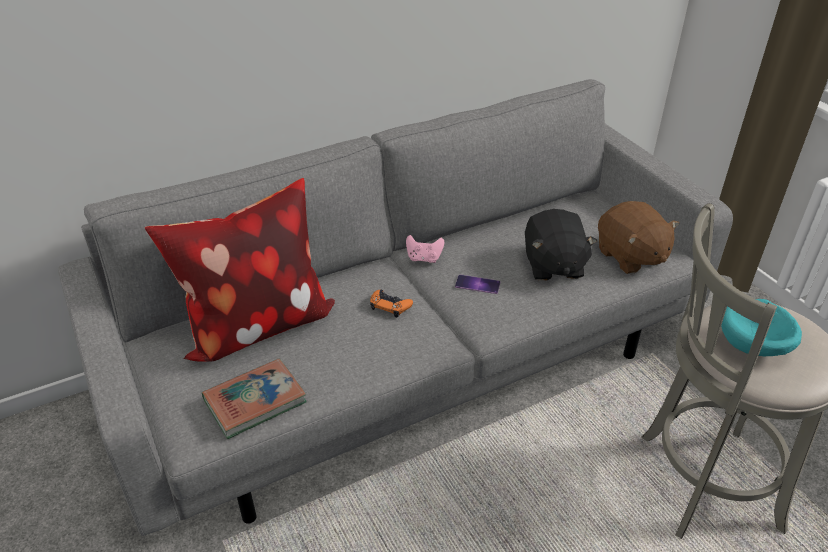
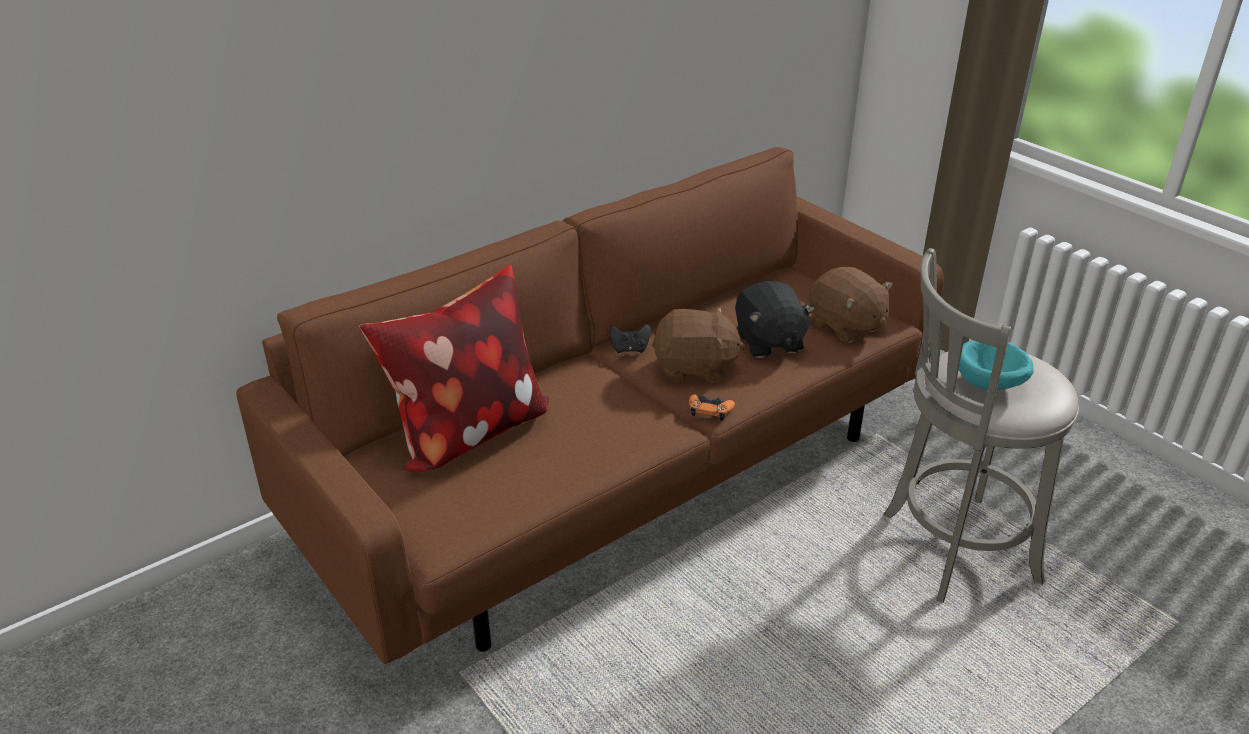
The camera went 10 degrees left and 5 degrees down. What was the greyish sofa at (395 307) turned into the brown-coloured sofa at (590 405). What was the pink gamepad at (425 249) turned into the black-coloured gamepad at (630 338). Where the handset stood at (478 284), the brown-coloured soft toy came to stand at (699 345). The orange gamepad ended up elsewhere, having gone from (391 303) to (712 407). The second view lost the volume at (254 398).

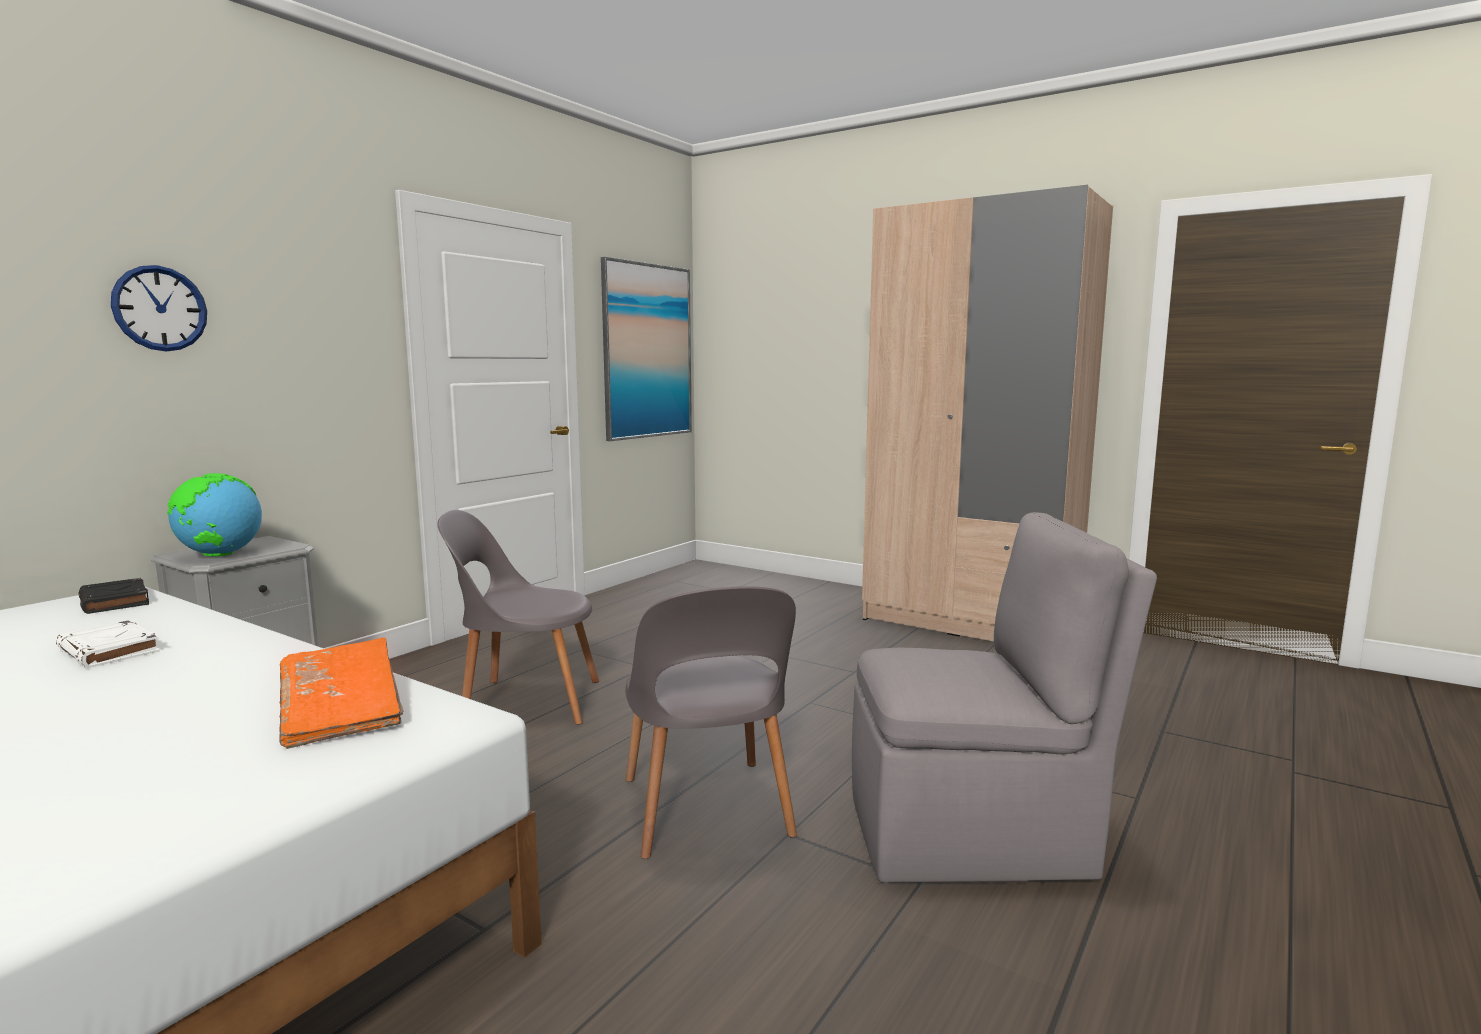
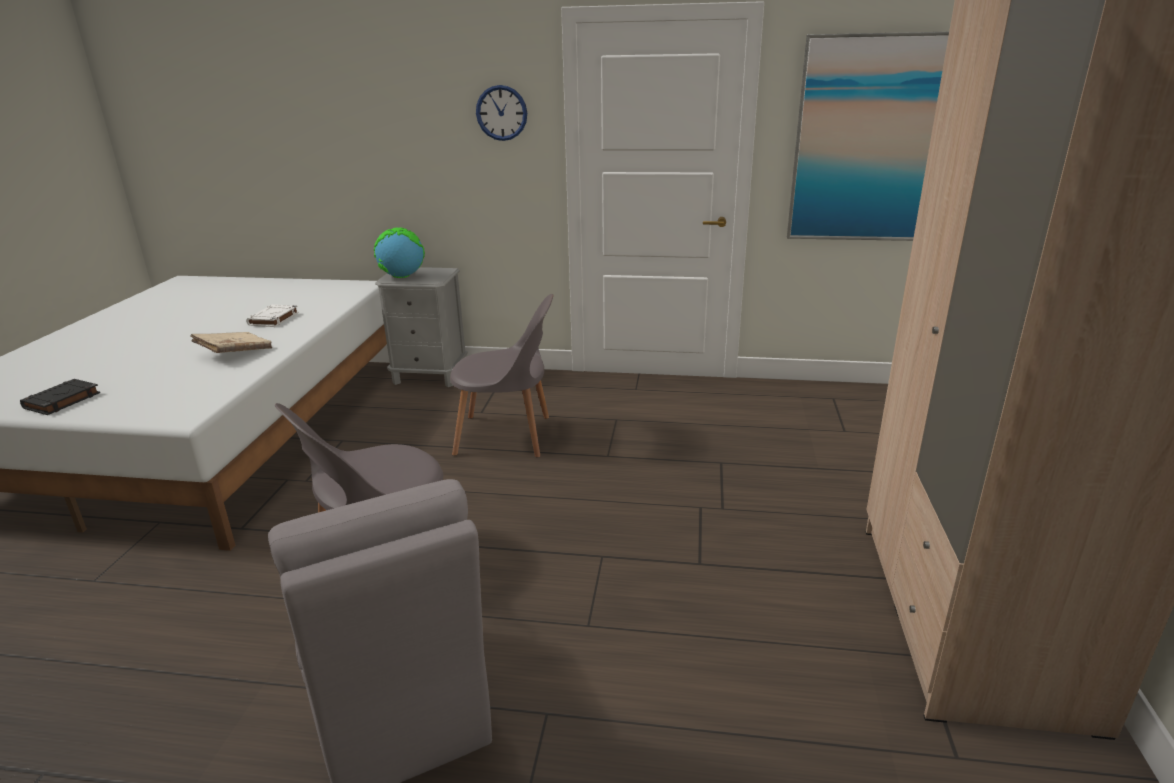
The camera went 65 degrees right and 15 degrees up. The black-coloured volume ended up elsewhere, having gone from (114 596) to (60 397). The second view gained the beige volume at (231 342). The greyish upright chair at (518 617) ended up facing another way, 120 degrees clockwise from before. The clock on the wall ended up elsewhere, having gone from (159 308) to (501 113). The second view lost the orange volume at (341 693).

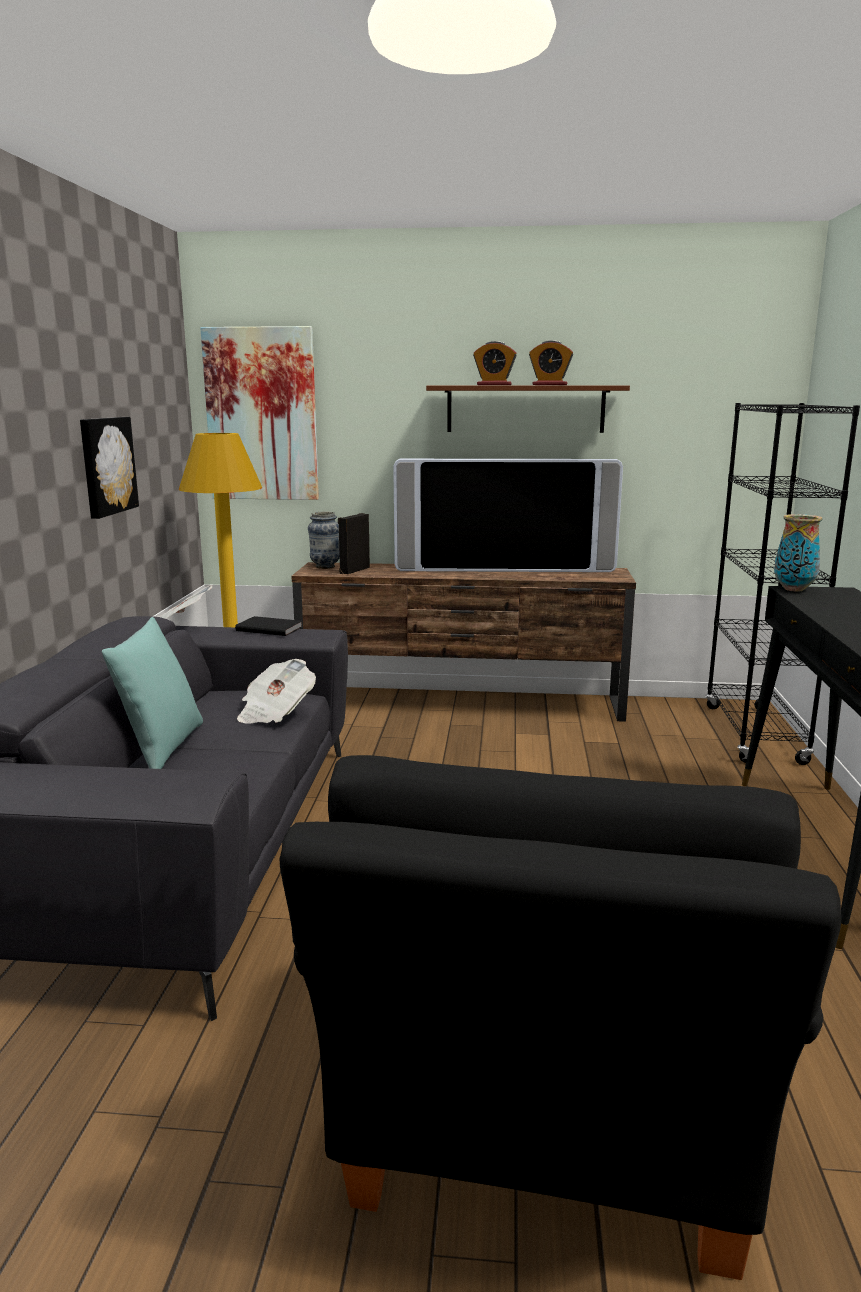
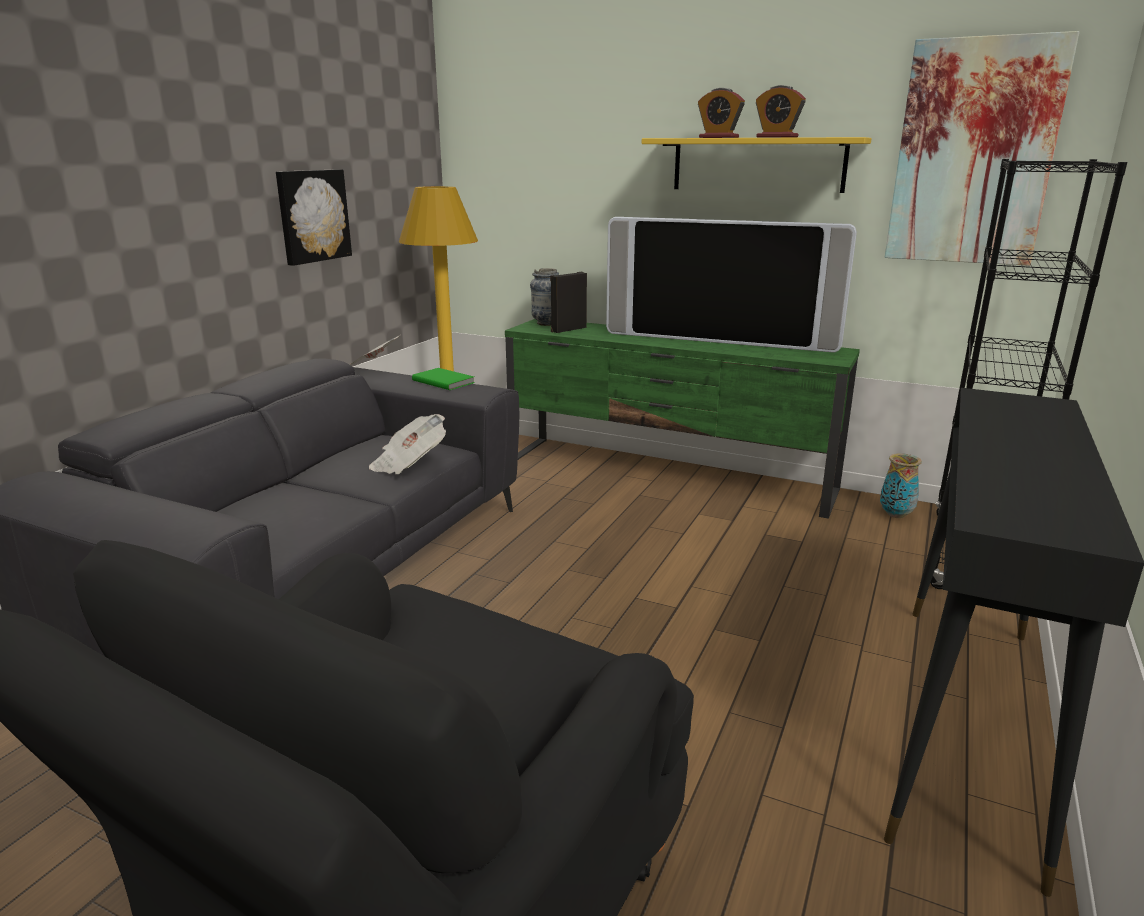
The camera went 20 degrees right and 5 degrees up. What was the black-coloured volume at (268 626) turned into the green volume at (443 379). What was the brown-coloured media console at (463 642) turned into the green media console at (682 419). What was the brown-coloured wall shelf at (528 409) turned into the yellowish wall shelf at (757 165). The decorative vase ended up elsewhere, having gone from (798 553) to (901 485). The wall picture ended up elsewhere, having gone from (260 413) to (982 148). The second view lost the turquoise throw pillow at (152 693).

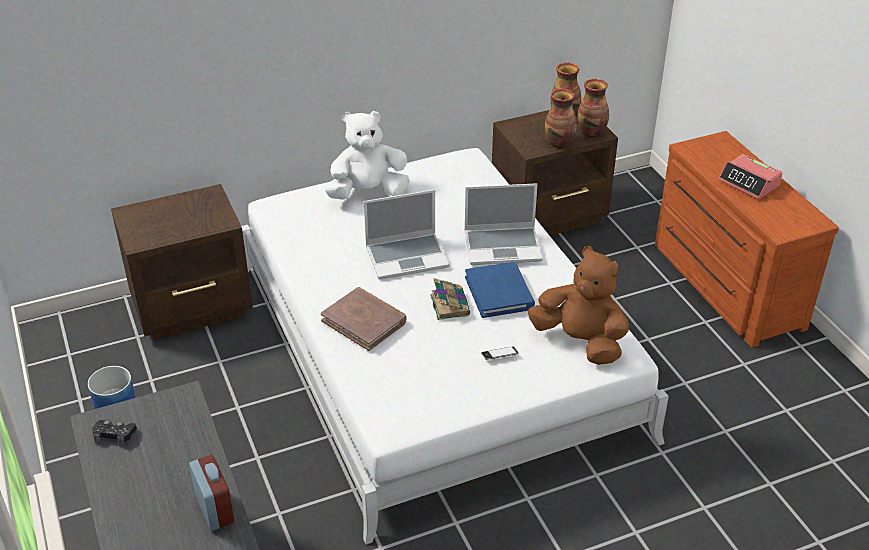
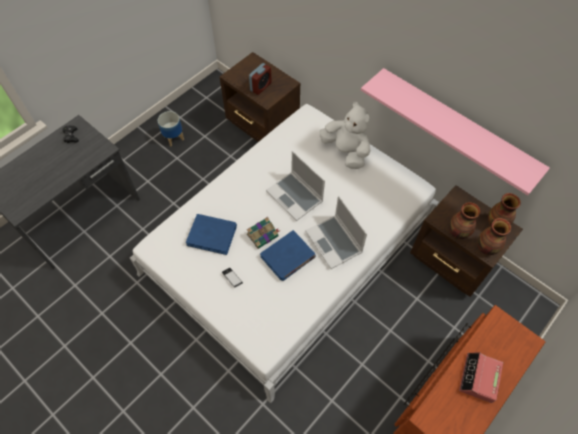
The camera went 65 degrees right and 20 degrees up. The second view gained the blue volume at (211 234). The alarm clock ended up elsewhere, having gone from (211 493) to (260 79). The second view gained the pink wall shelf at (455 132). The second view lost the brown-coloured volume at (364 319). The second view lost the brown-coloured soft toy at (578 305).

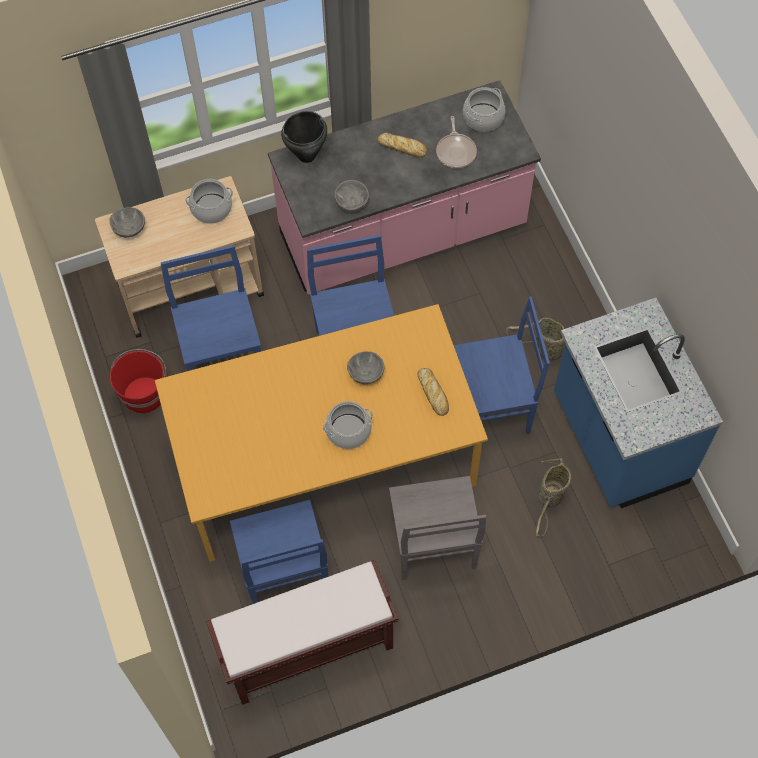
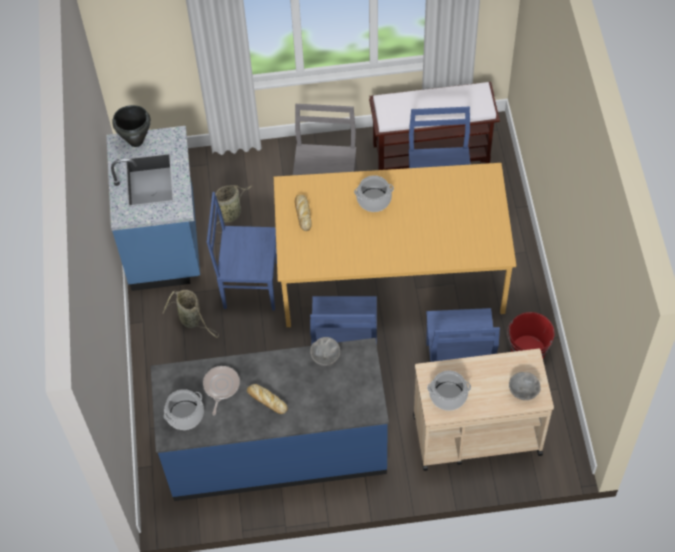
The camera went 165 degrees left and 5 degrees down. The black-coloured cooking pot ended up elsewhere, having gone from (304 137) to (131 126). What was the pink kitchen base unit at (404 187) turned into the blue kitchen base unit at (269 419). The second view lost the greyish bowl at (365 367).

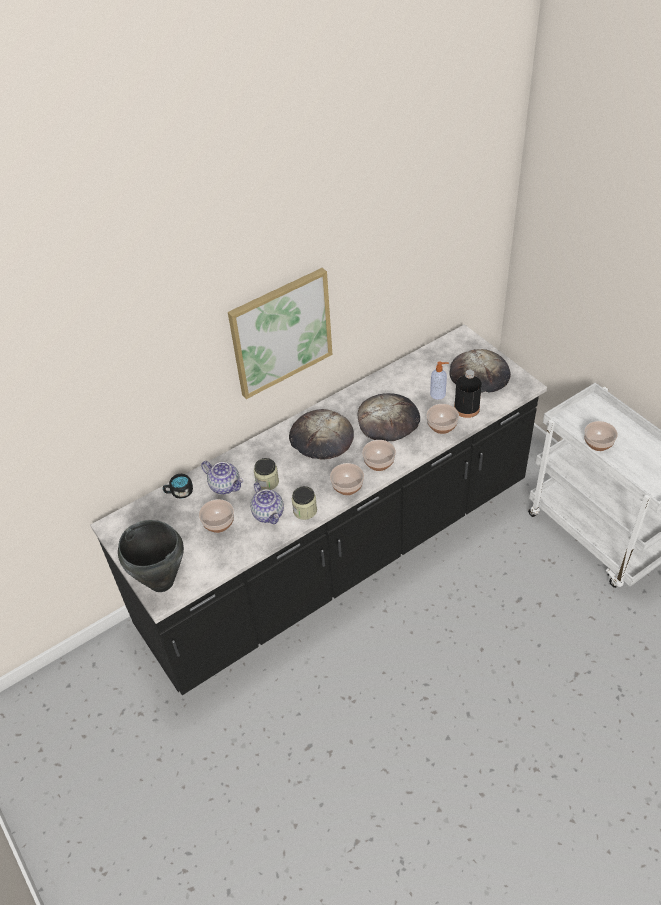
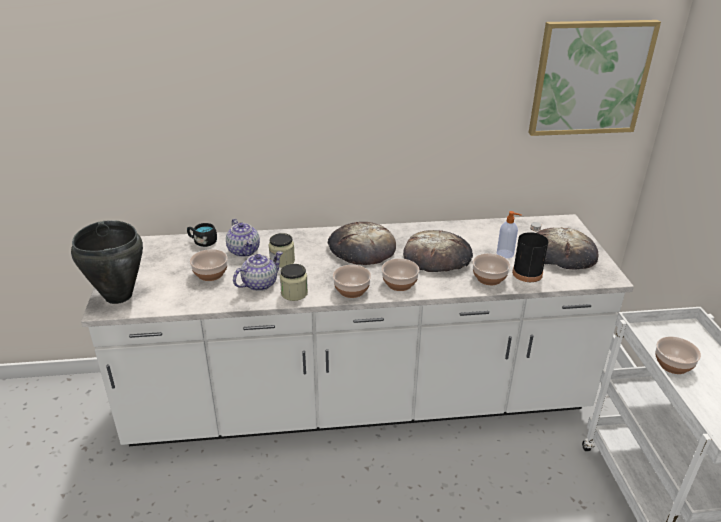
The camera went 25 degrees right and 15 degrees down. What was the black-coloured kitchen base unit at (318 509) turned into the white kitchen base unit at (357 330). The tea pot at (267 503) ended up facing another way, 135 degrees counterclockwise from before. The wall picture ended up elsewhere, having gone from (280 333) to (595 78).

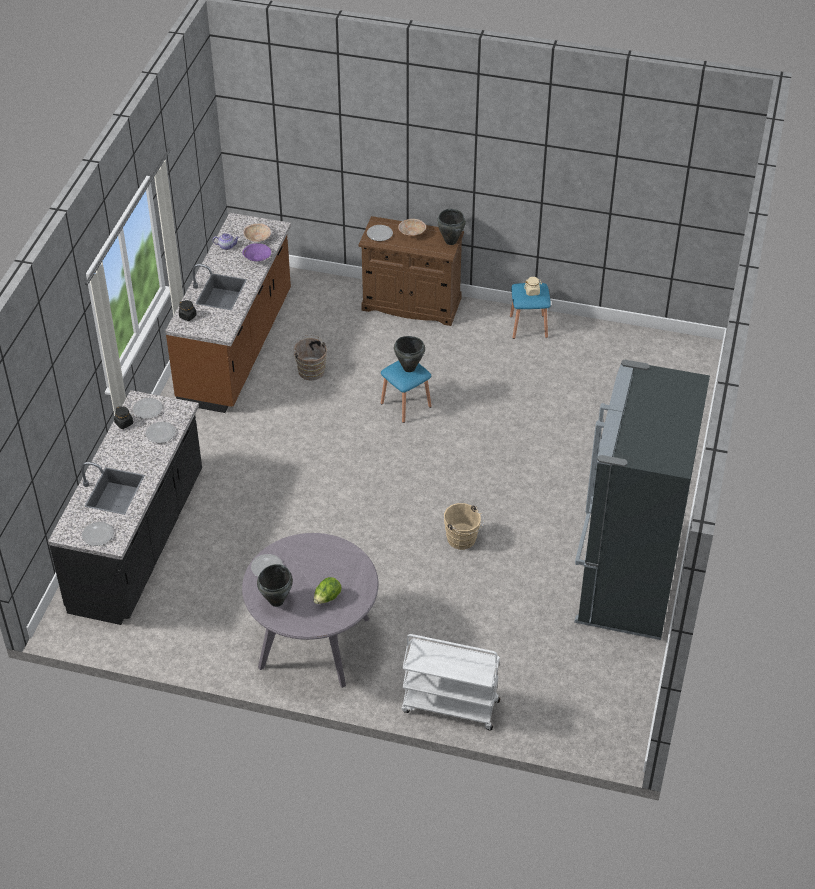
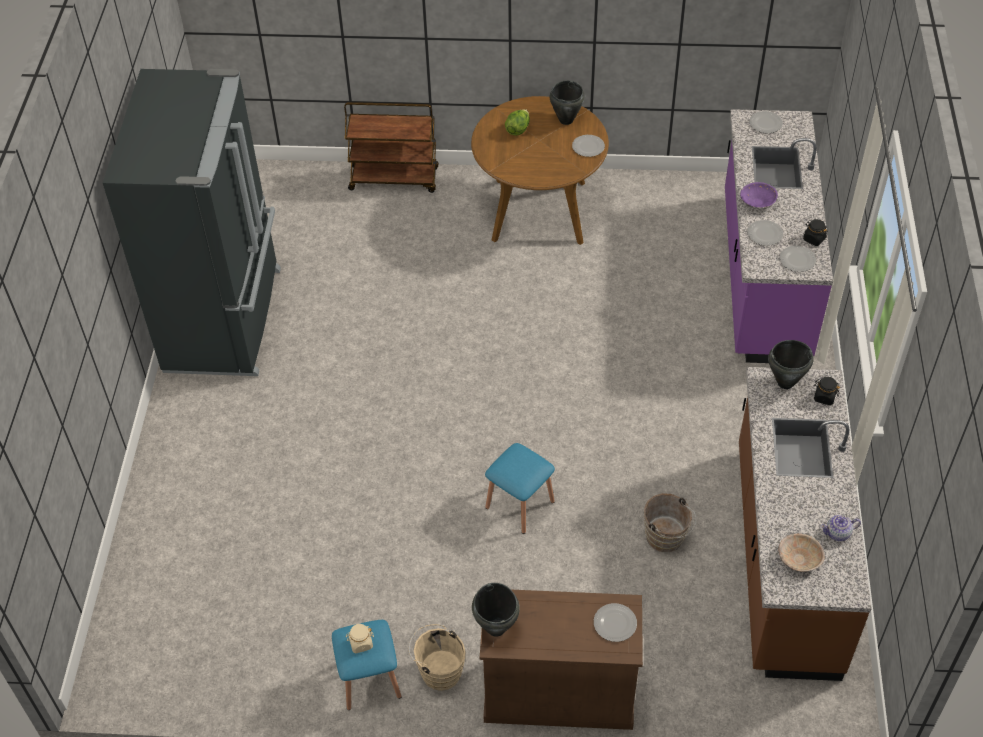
The camera went 170 degrees right and 5 degrees up. What was the white wheeled cart at (450 682) turned into the brown-coloured wheeled cart at (391 147). The beige pail ended up elsewhere, having gone from (464 526) to (437 657). What was the greyish dining table at (310 610) turned into the brown-coloured dining table at (540 170). What was the black-coloured kitchen base unit at (125 507) turned into the purple kitchen base unit at (779 236). The purple bowl ended up elsewhere, having gone from (256 252) to (759 195). The black-coloured cooking pot ended up elsewhere, having gone from (409 354) to (791 364). The second view lost the beige bowl at (412 227).

